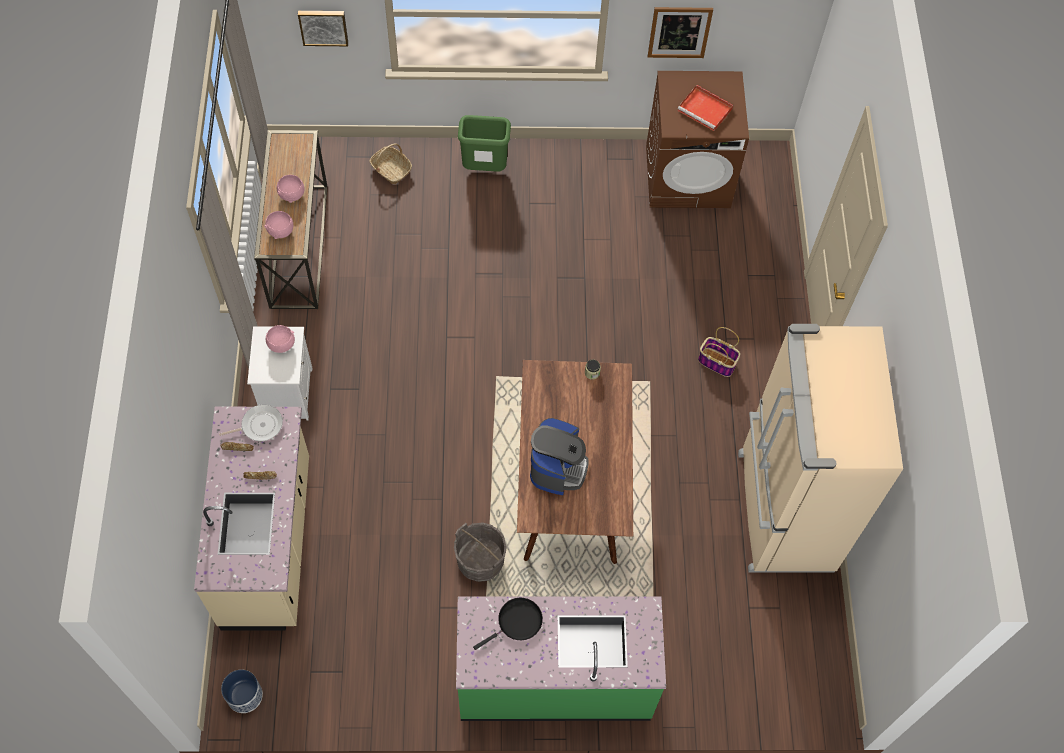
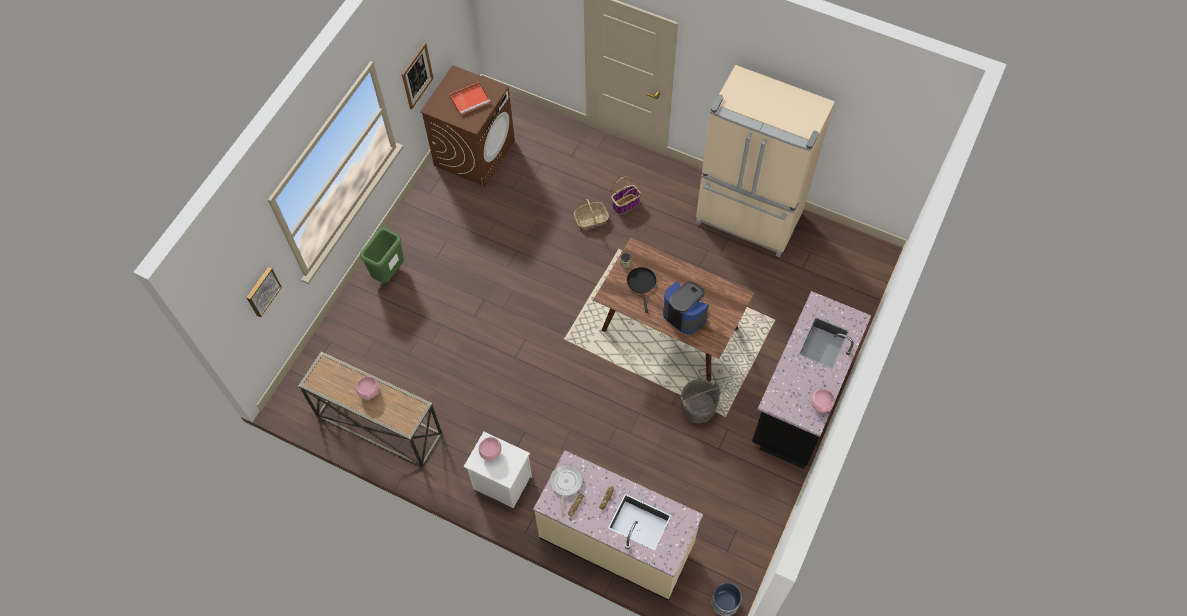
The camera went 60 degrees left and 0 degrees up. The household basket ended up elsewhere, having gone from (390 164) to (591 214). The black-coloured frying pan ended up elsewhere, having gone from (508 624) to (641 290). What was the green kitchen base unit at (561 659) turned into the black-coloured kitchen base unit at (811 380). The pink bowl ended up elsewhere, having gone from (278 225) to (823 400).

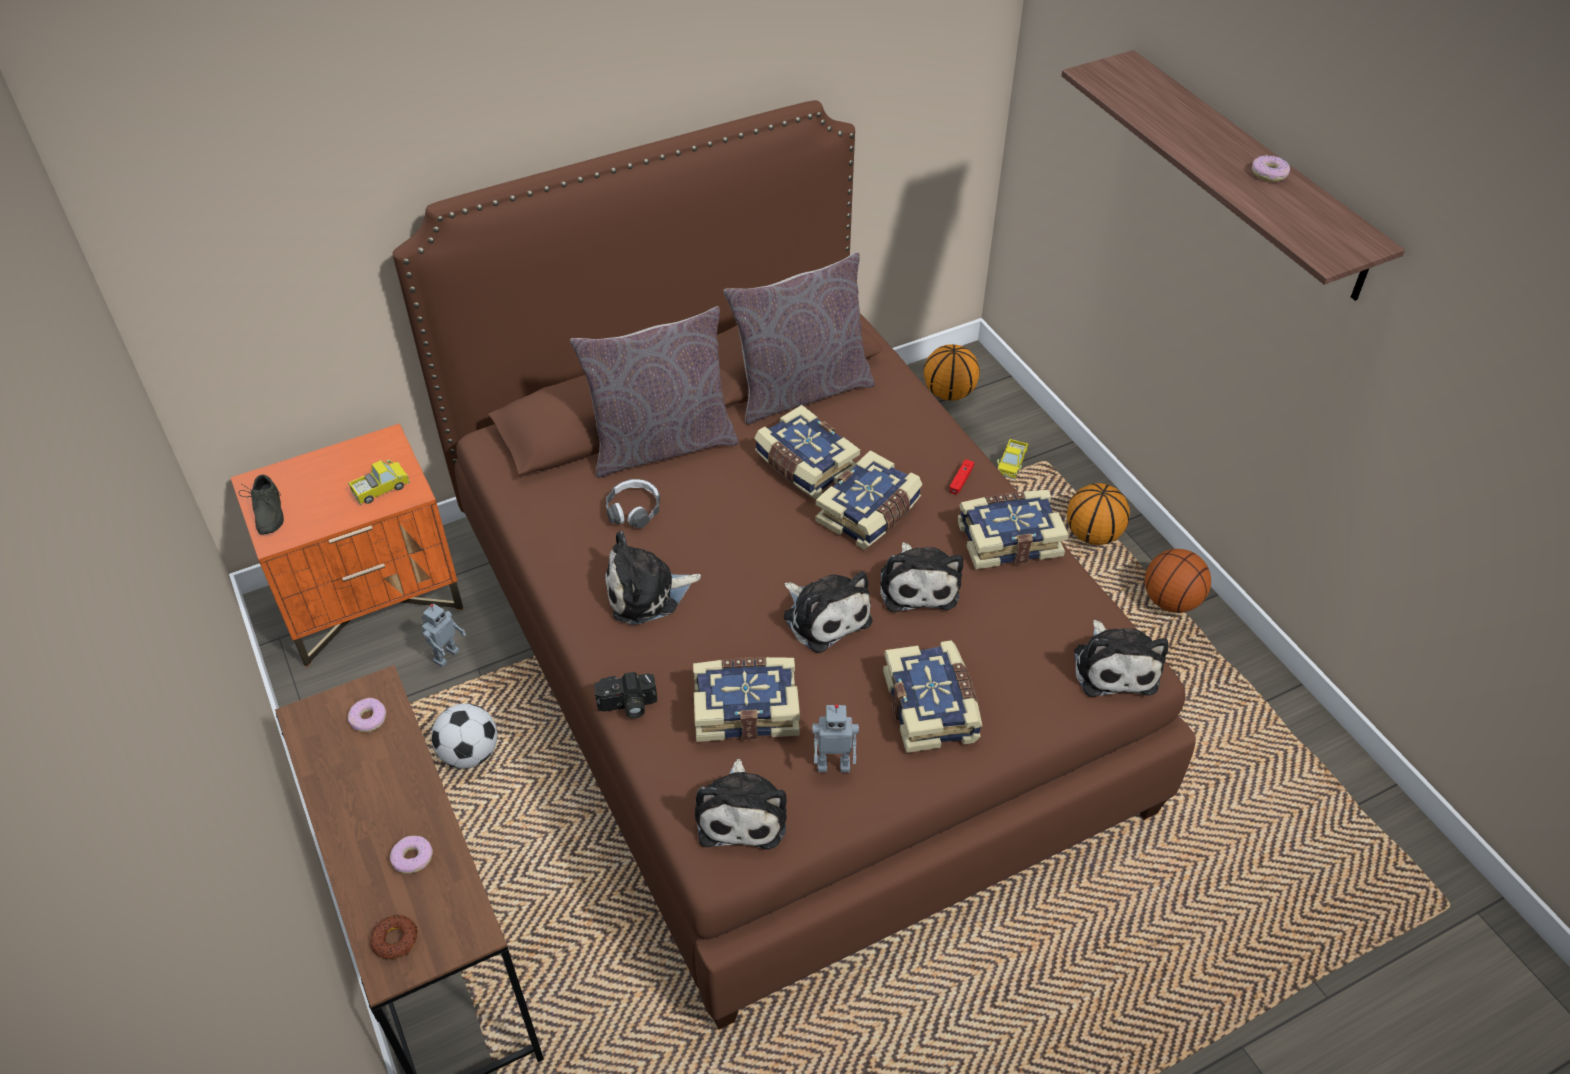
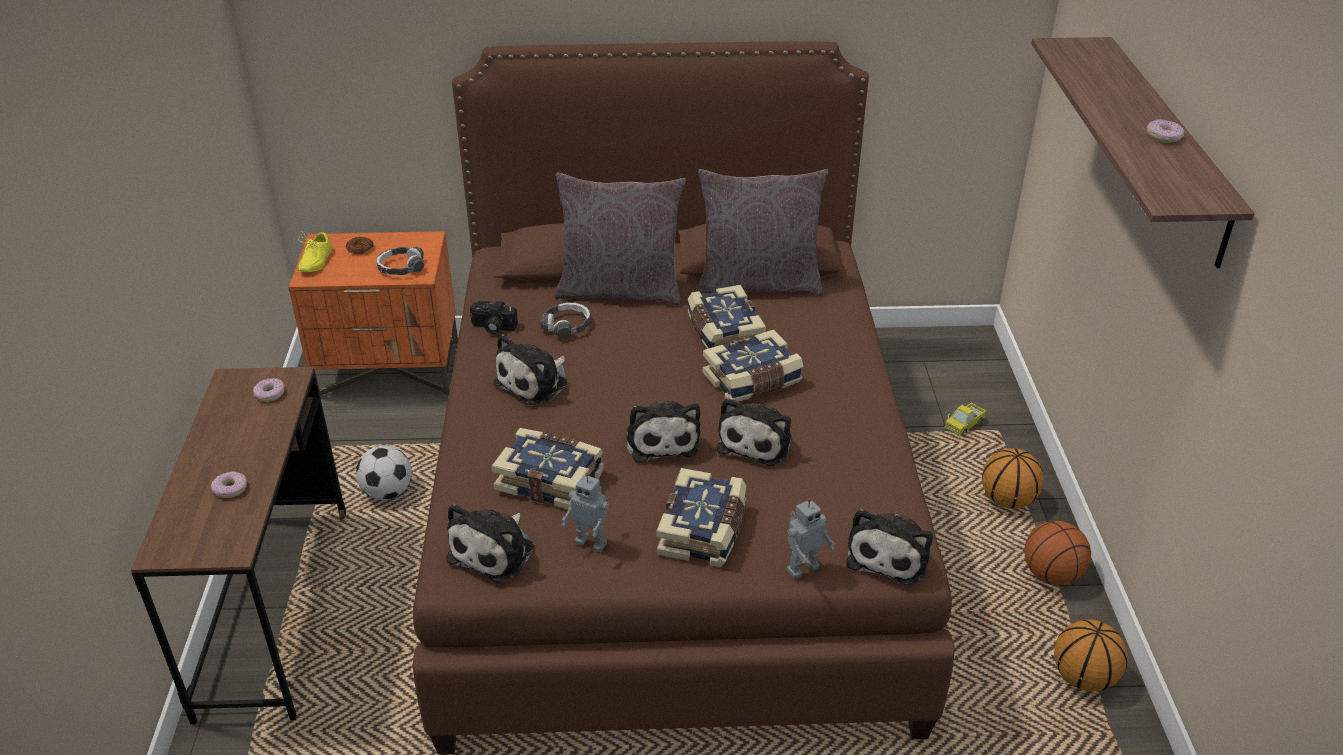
The camera went 25 degrees right and 10 degrees down. What was the greyish item of footwear at (261 504) turned into the yellowish item of footwear at (315 252). The doughnut ended up elsewhere, having gone from (394 937) to (360 245). Where the model truck stood at (379 482), the headset came to stand at (400 260). The still camera ended up elsewhere, having gone from (625 695) to (494 317). The soft toy at (653 578) ended up facing another way, 60 degrees counterclockwise from before. The model robot ended up elsewhere, having gone from (444 635) to (811 538). The ball for basketball ended up elsewhere, having gone from (952 372) to (1091 655). The second view lost the red-coloured gamepad at (961 477). The second view lost the volume at (1013 529).

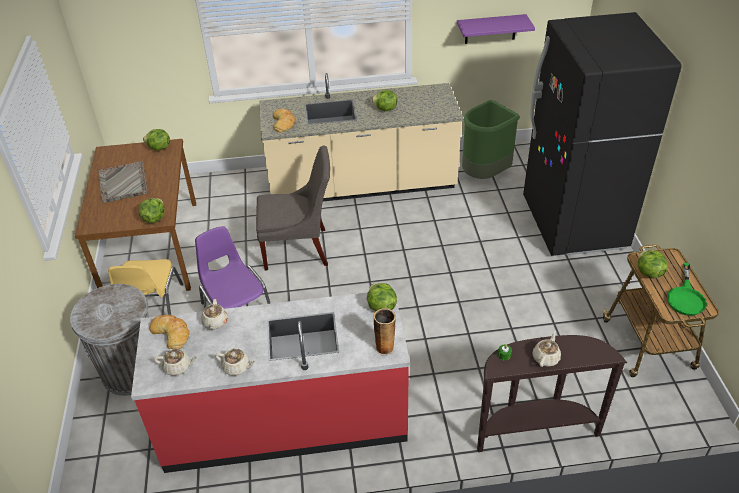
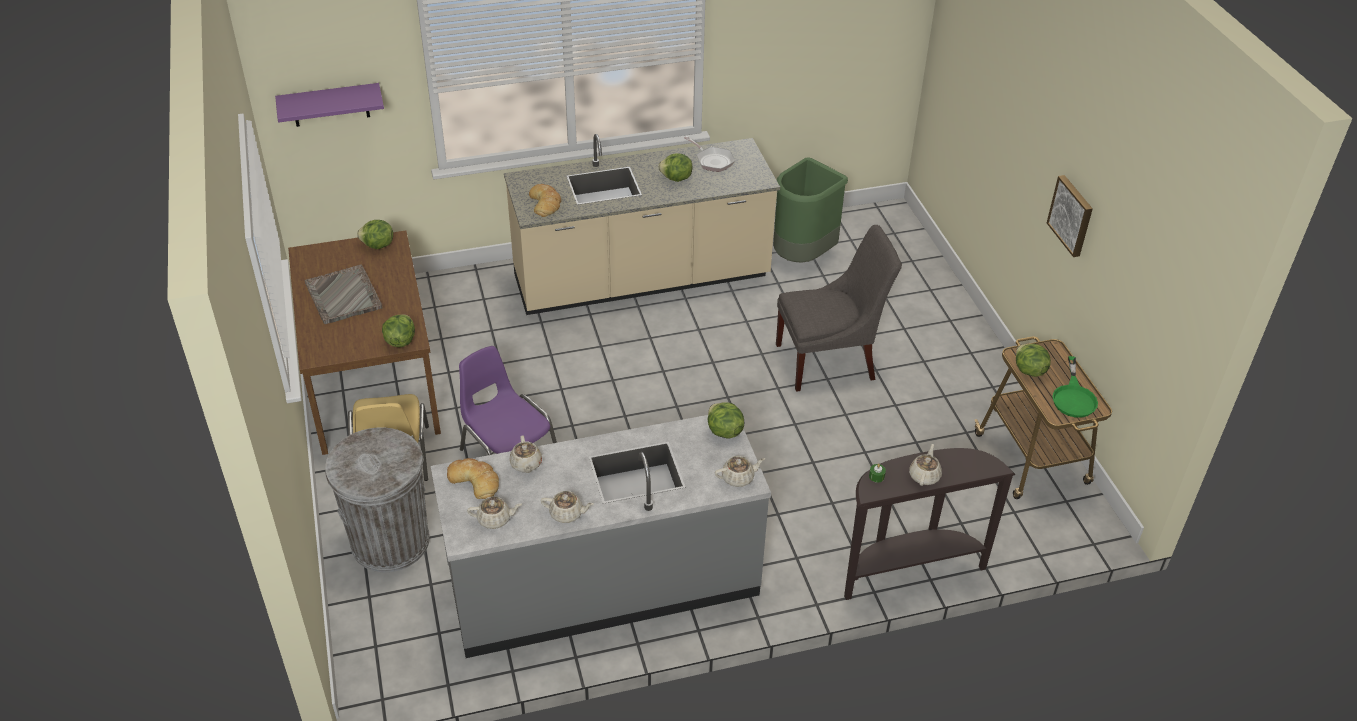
The camera went 10 degrees left and 0 degrees up. The purple wall shelf ended up elsewhere, having gone from (496 29) to (329 105). What was the red-coloured kitchen base unit at (270 381) turned into the greyish kitchen base unit at (601 536). The second view gained the frying pan at (709 154). Where the decorative vase stood at (384 332), the beige tea pot came to stand at (740 471). The greyish upright chair ended up elsewhere, having gone from (293 208) to (839 308). The second view gained the wall picture at (1070 216). The second view lost the black-coloured kitchen fridge at (602 134).

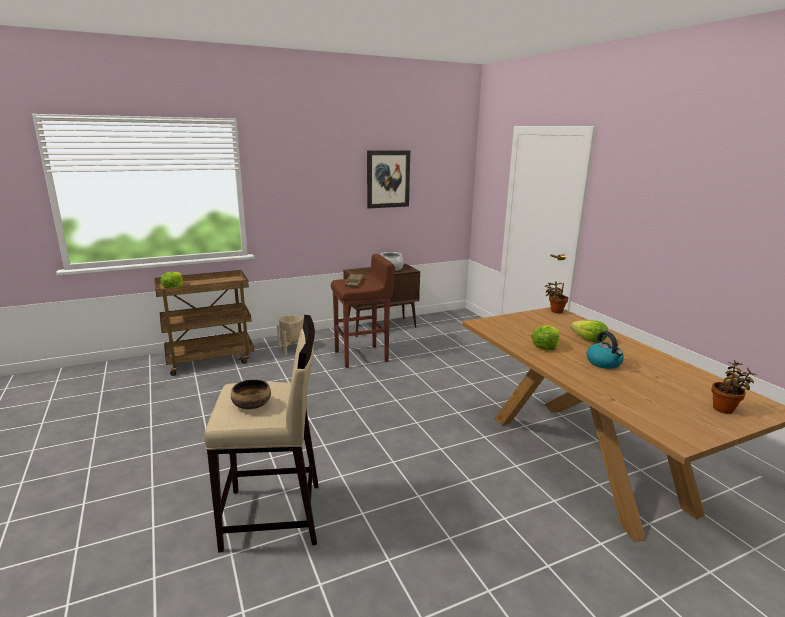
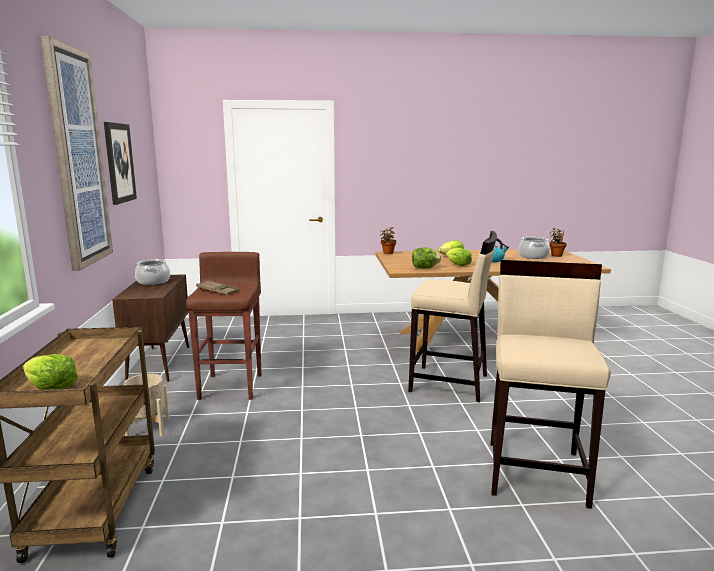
The camera went 70 degrees left and 5 degrees down. The second view gained the wall picture at (77 153). The second view gained the beige stool seat at (453 316). The second view gained the lettuce at (426 258). The second view gained the cooking pot at (534 248). The second view lost the bowl at (251 394).

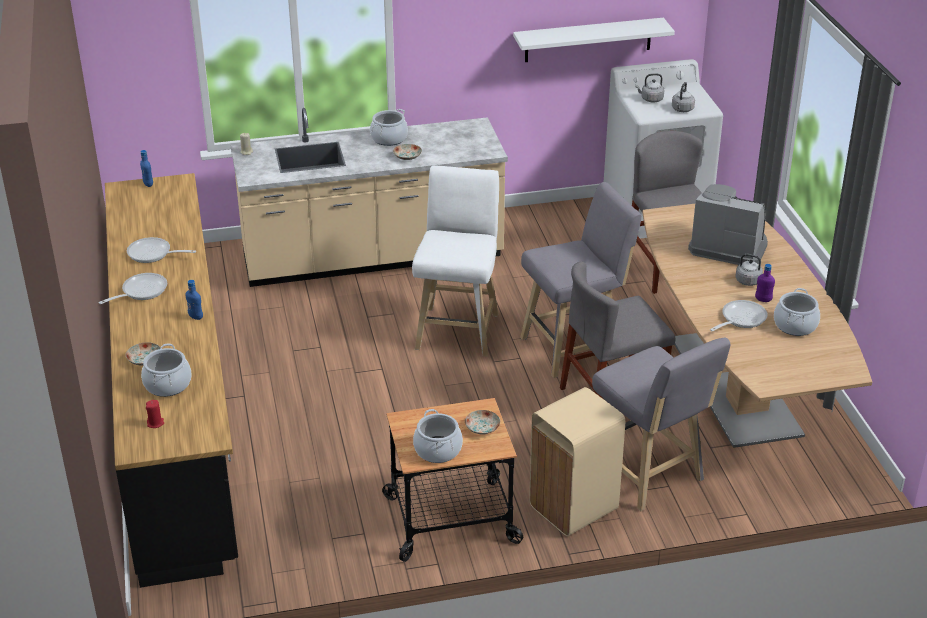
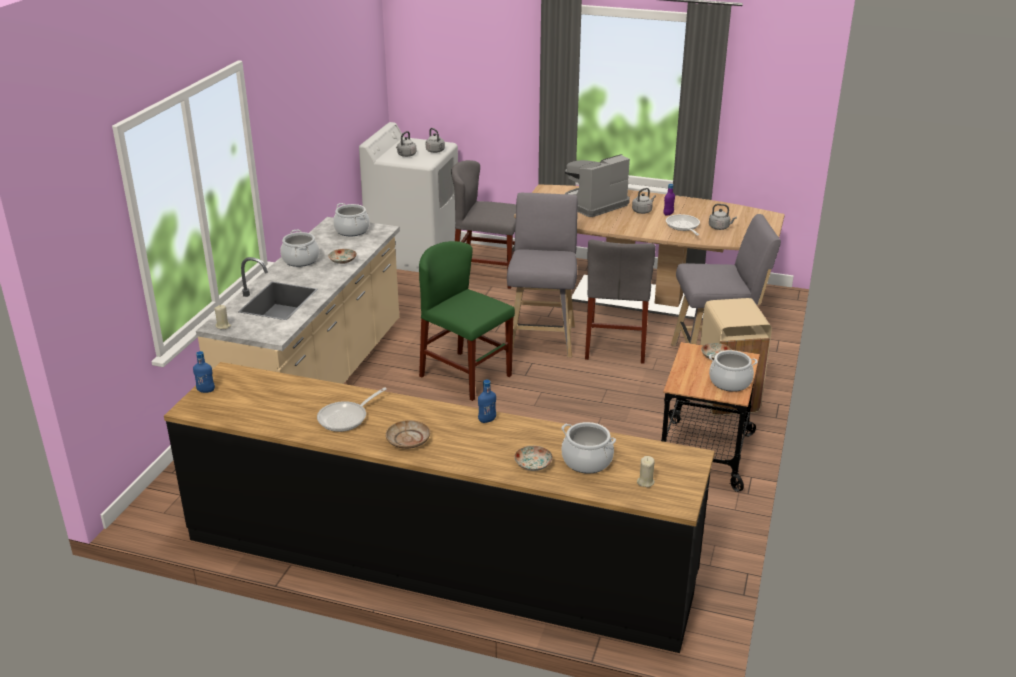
The camera went 60 degrees left and 5 degrees down. The cooking pot ended up elsewhere, having gone from (797 312) to (351 219). Where the frying pan stood at (133 288), the beige dinner plate came to stand at (408 434). Where the white stool seat stood at (455 261), the green upright chair came to stand at (467 321). What was the red-coloured wax light at (155 414) turned into the beige wax light at (646 471). The second view gained the greyish water kettle at (723 217). The second view lost the white wall shelf at (594 40).

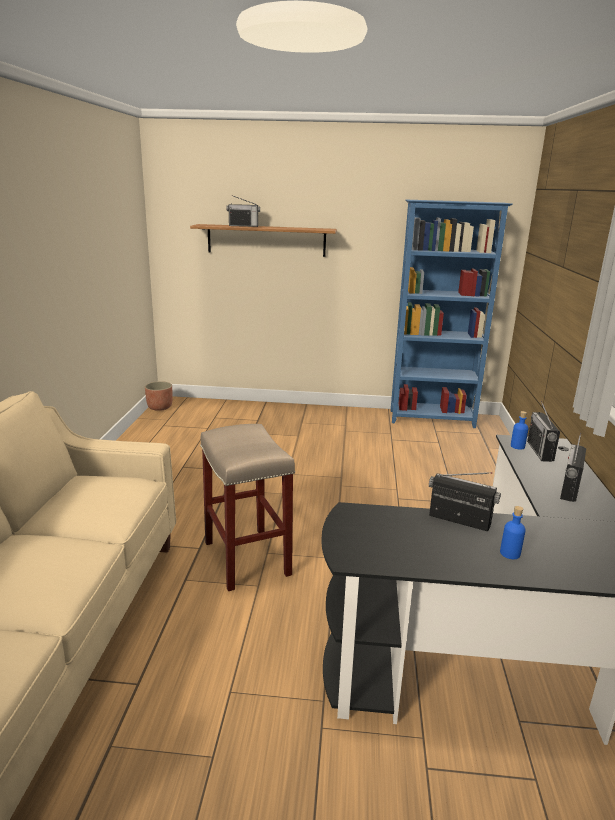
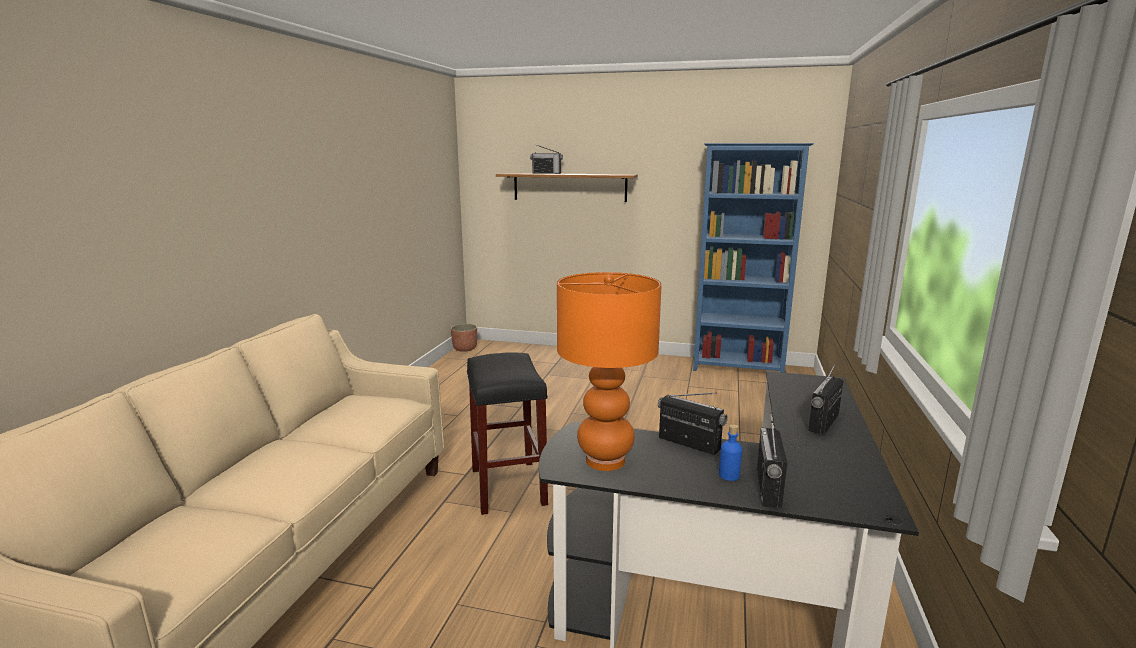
The camera went 10 degrees right and 5 degrees down. What was the beige stool seat at (247 507) turned into the black-coloured stool seat at (507 433). The second view gained the orange table lamp at (609 371). The radio set ended up elsewhere, having gone from (543 431) to (772 460). The second view lost the blue bottle at (519 430).

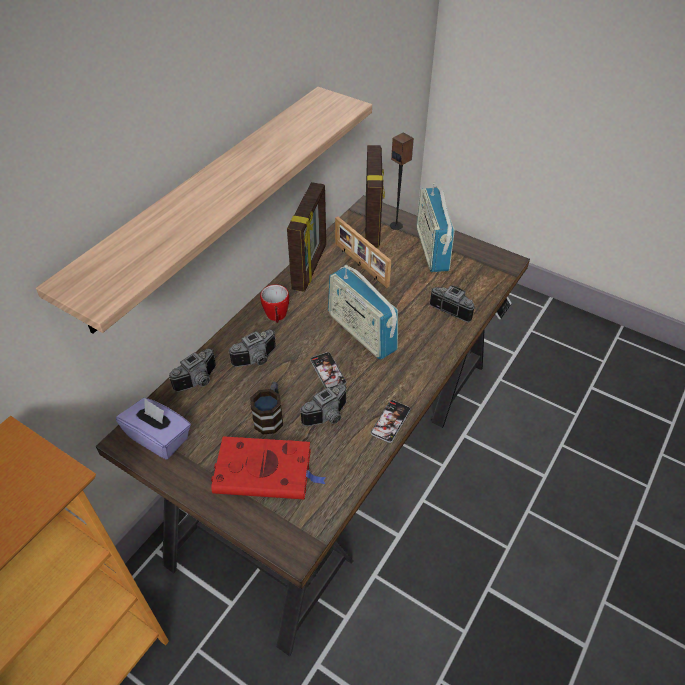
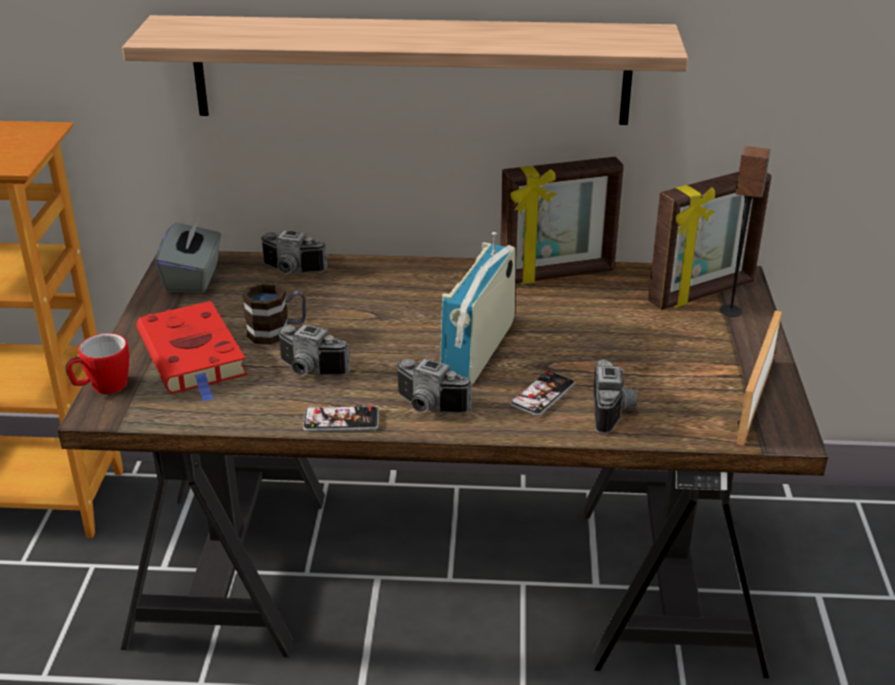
The camera went 60 degrees right and 15 degrees down. The coffee mug ended up elsewhere, having gone from (274 303) to (97 363). What was the purple box of tissues at (153 429) turned into the greyish box of tissues at (188 254). The still camera ended up elsewhere, having gone from (252 348) to (434 385). The handset ended up elsewhere, having gone from (328 370) to (542 393). The picture frame ended up elsewhere, having gone from (363 252) to (759 377). The second view lost the radio set at (435 227).

